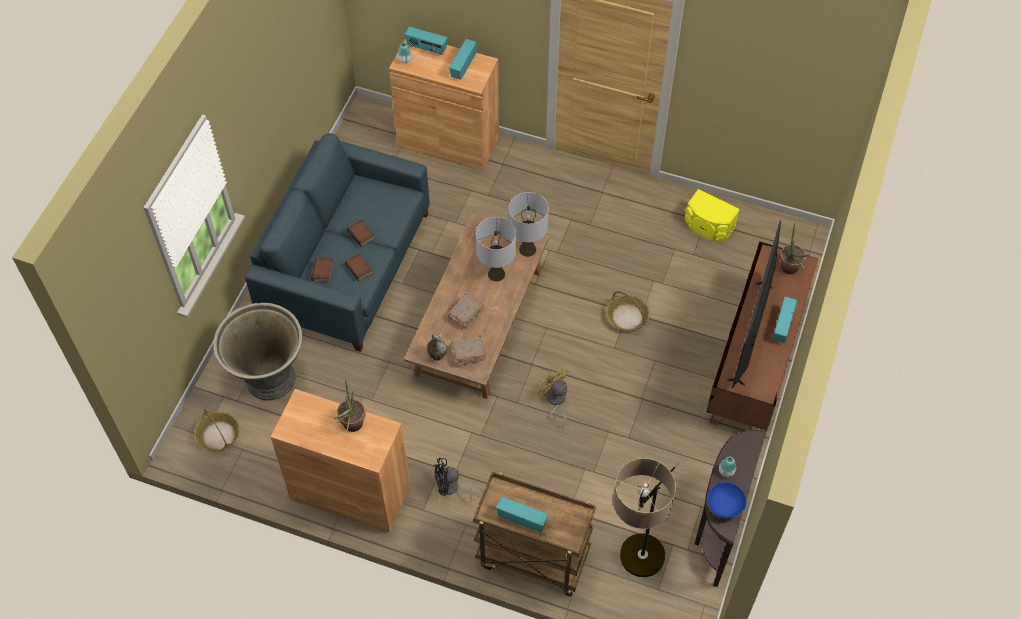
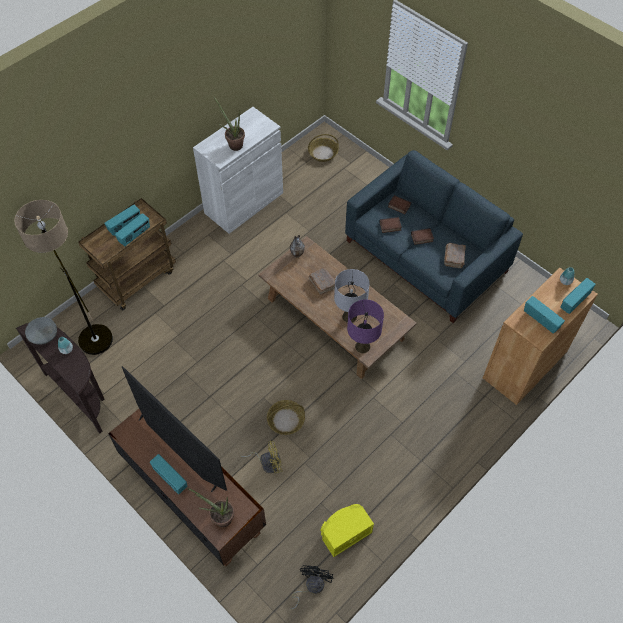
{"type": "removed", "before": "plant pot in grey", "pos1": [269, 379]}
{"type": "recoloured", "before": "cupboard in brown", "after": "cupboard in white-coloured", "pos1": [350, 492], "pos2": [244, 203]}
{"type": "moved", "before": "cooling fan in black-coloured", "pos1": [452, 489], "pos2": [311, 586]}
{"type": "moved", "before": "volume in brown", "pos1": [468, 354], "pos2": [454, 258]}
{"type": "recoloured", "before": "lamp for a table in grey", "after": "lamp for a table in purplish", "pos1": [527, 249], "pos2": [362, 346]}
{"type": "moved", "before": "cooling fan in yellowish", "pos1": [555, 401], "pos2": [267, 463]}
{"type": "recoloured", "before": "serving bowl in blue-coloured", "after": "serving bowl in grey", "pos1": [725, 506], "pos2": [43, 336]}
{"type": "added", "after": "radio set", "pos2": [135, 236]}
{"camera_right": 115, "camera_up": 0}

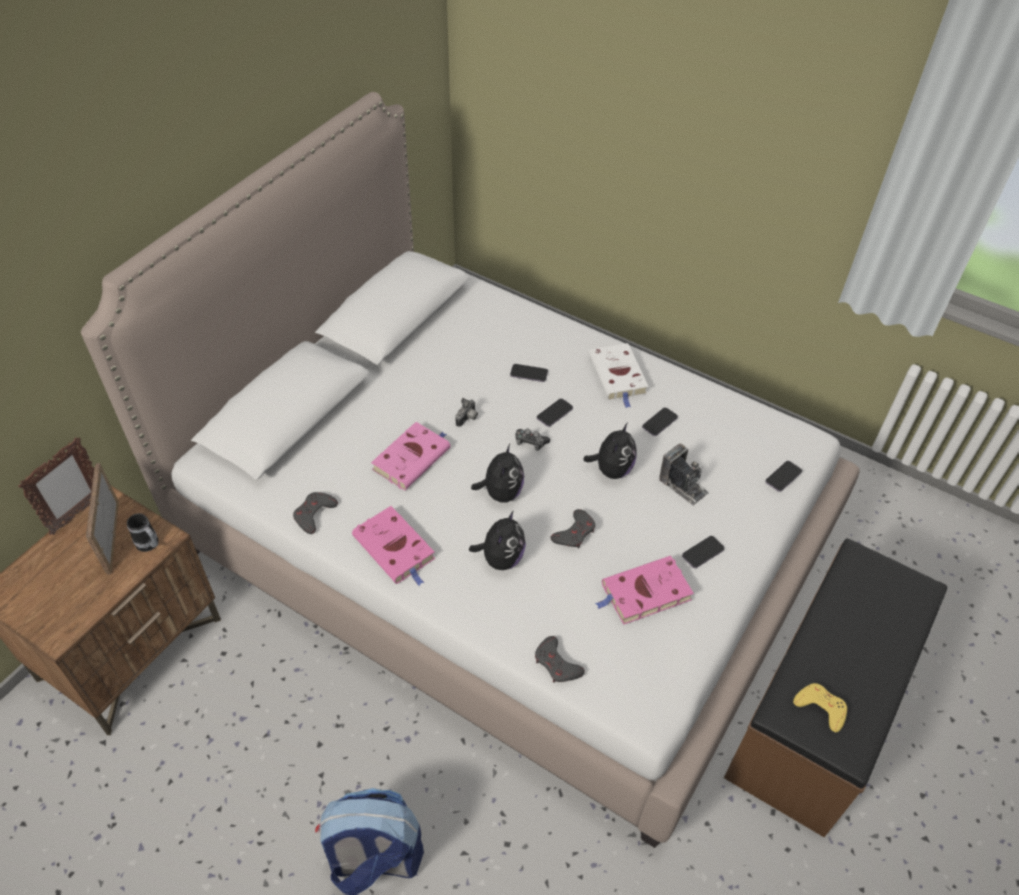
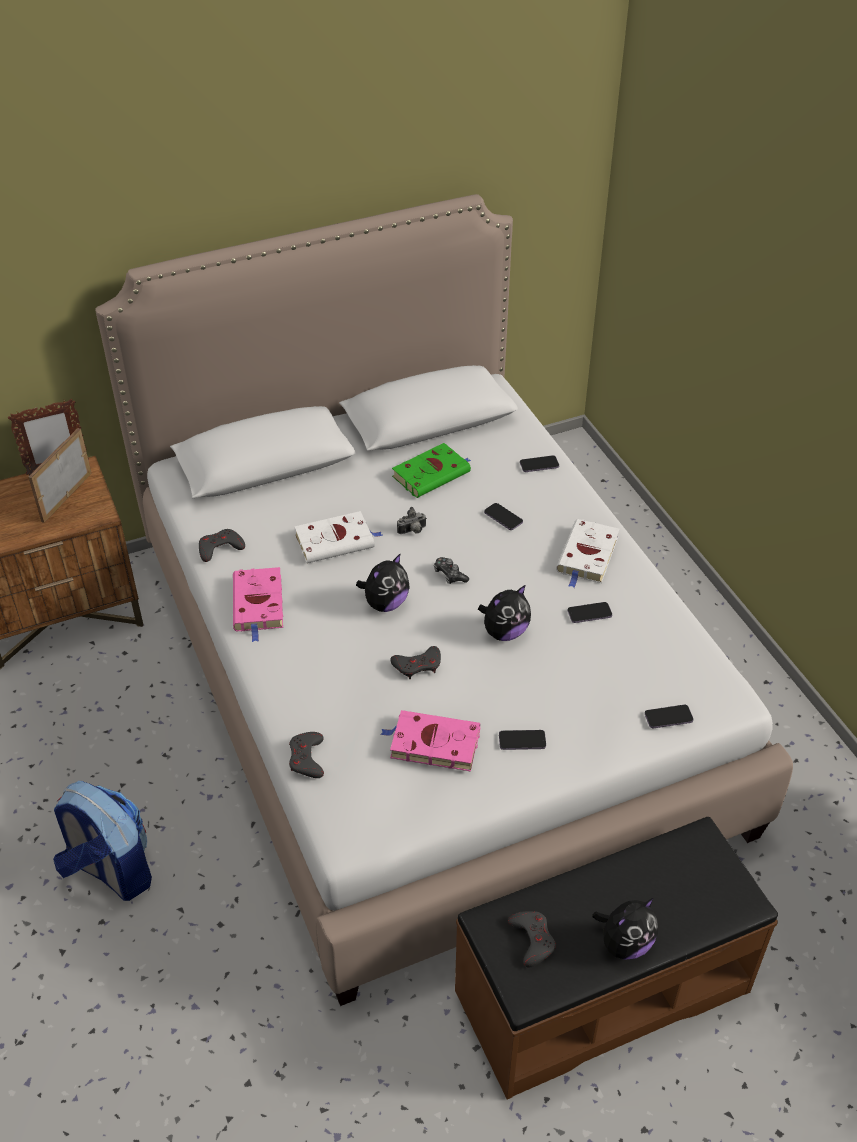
{"type": "removed", "before": "mug", "pos1": [150, 545]}
{"type": "recoloured", "before": "volume in pinkish", "after": "volume in white-coloured", "pos1": [412, 458], "pos2": [336, 541]}
{"type": "moved", "before": "cuddly toy", "pos1": [501, 558], "pos2": [624, 943]}
{"type": "moved", "before": "handset", "pos1": [554, 413], "pos2": [539, 465]}
{"type": "removed", "before": "photo camera", "pos1": [683, 485]}
{"type": "recoloured", "before": "joypad in yellowish", "after": "joypad in grey", "pos1": [820, 708], "pos2": [532, 940]}
{"type": "added", "after": "volume in green-coloured", "pos2": [432, 473]}
{"camera_right": 35, "camera_up": -5}

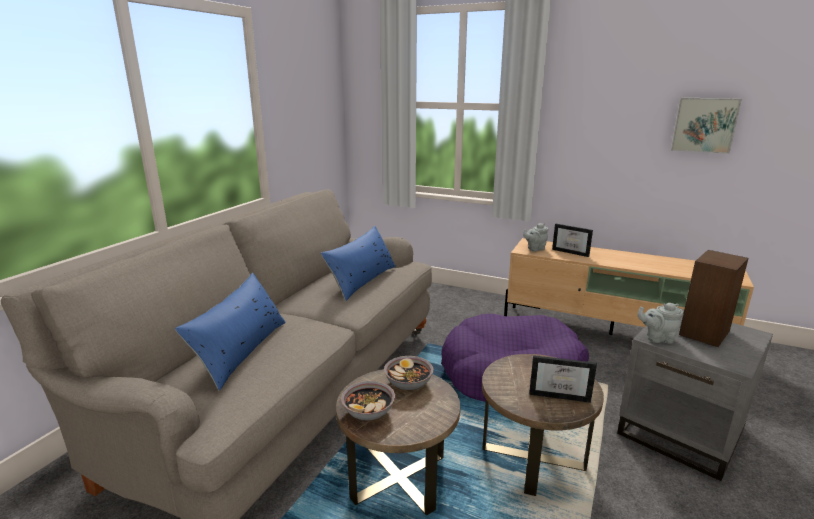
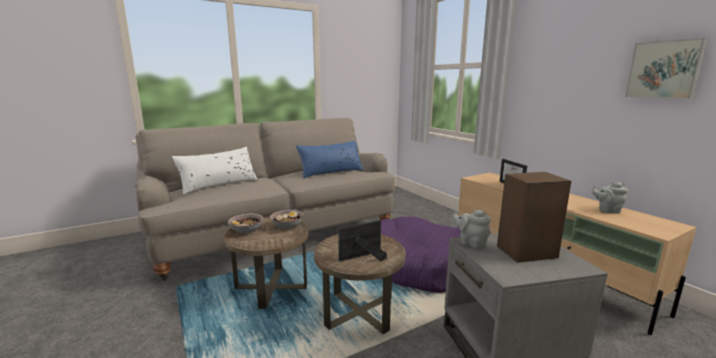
{"type": "recoloured", "before": "cushion in blue-coloured", "after": "cushion in white-coloured", "pos1": [241, 351], "pos2": [219, 184]}
{"type": "moved", "before": "tea pot in grey", "pos1": [534, 249], "pos2": [607, 210]}
{"type": "turned", "before": "picture frame", "pos1": [560, 394], "pos2": [361, 258], "turn": 105}
{"camera_right": 35, "camera_up": -5}

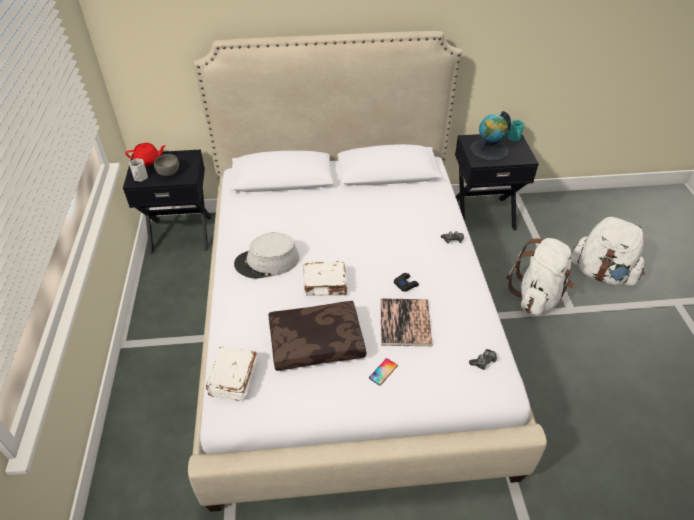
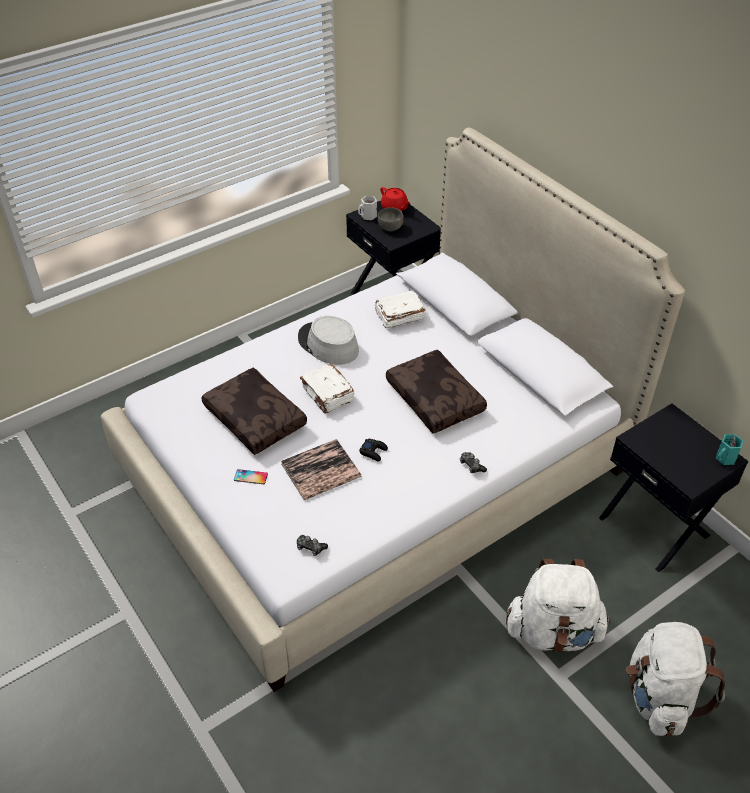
{"type": "moved", "before": "volume in white-coloured", "pos1": [233, 379], "pos2": [399, 316]}
{"type": "removed", "before": "world globe", "pos1": [489, 150]}
{"type": "added", "after": "cushion in brown", "pos2": [436, 399]}
{"camera_right": 60, "camera_up": 0}

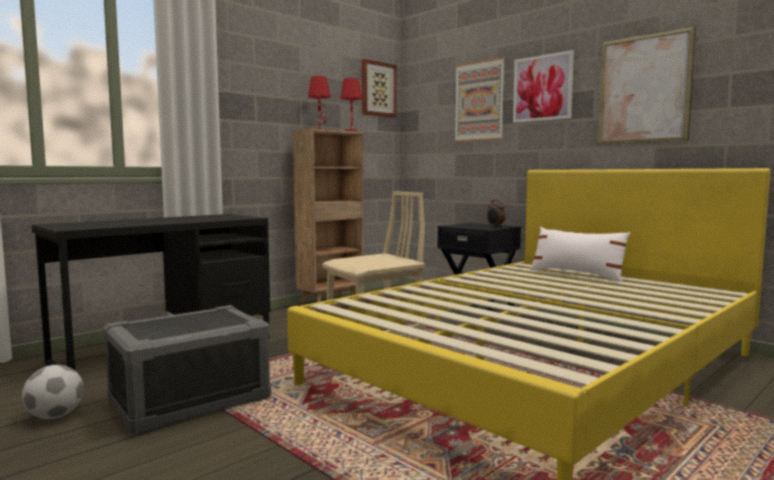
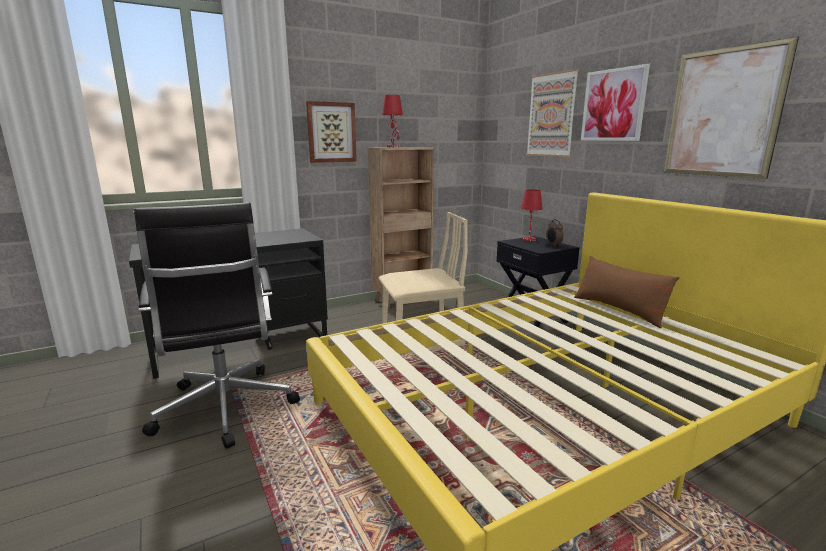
{"type": "removed", "before": "ball for football", "pos1": [55, 416]}
{"type": "replaced", "before": "storage container in grey", "after": "office chair in black-coloured", "pos1": [190, 401], "pos2": [225, 410]}
{"type": "moved", "before": "lamp for a table in red", "pos1": [351, 131], "pos2": [528, 239]}
{"type": "moved", "before": "picture", "pos1": [378, 89], "pos2": [331, 132]}
{"type": "recoloured", "before": "cushion in white-coloured", "after": "cushion in brown", "pos1": [577, 274], "pos2": [619, 310]}
{"camera_right": 15, "camera_up": 10}

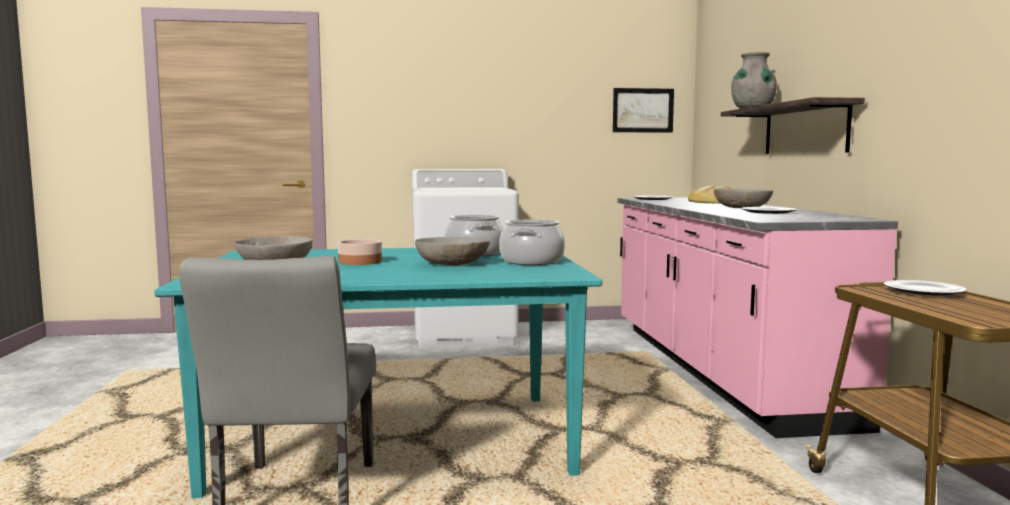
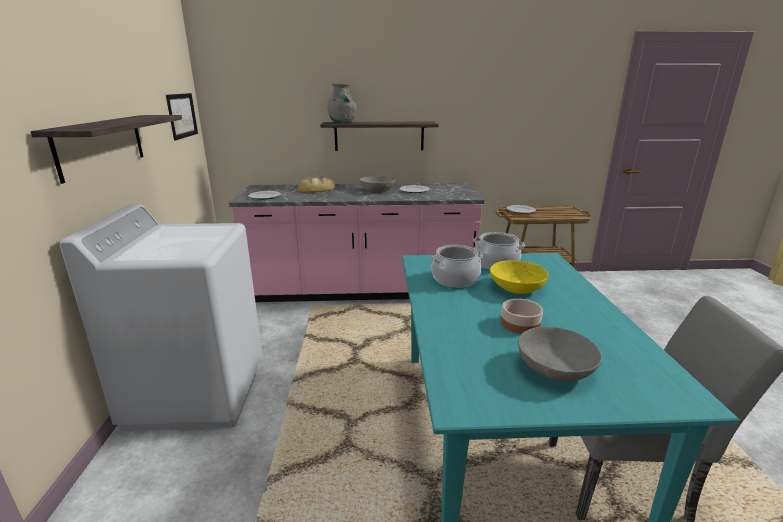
{"type": "recoloured", "before": "serving bowl in grey", "after": "serving bowl in yellowish", "pos1": [453, 263], "pos2": [516, 287]}
{"type": "added", "after": "shelf", "pos2": [101, 145]}
{"camera_right": -85, "camera_up": 15}

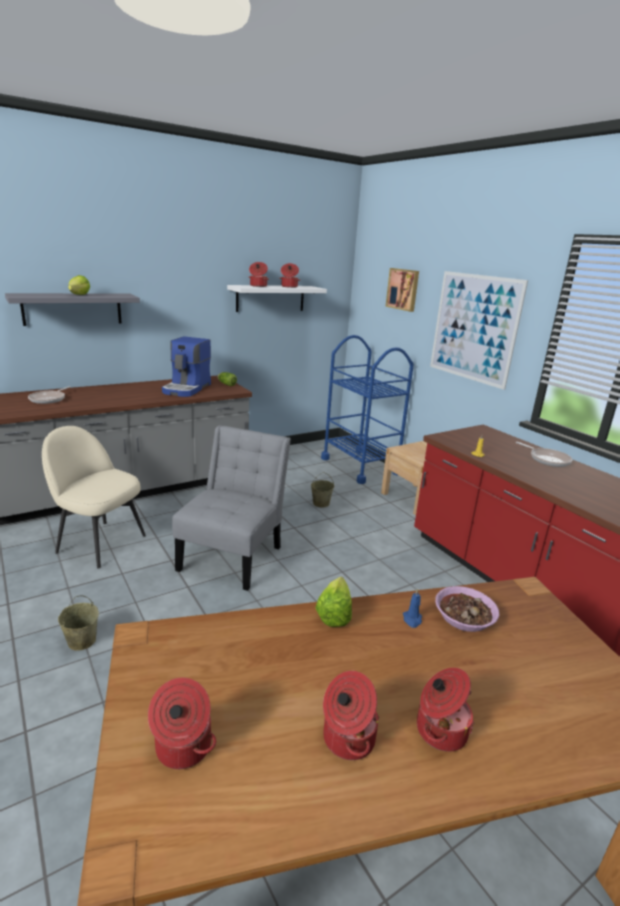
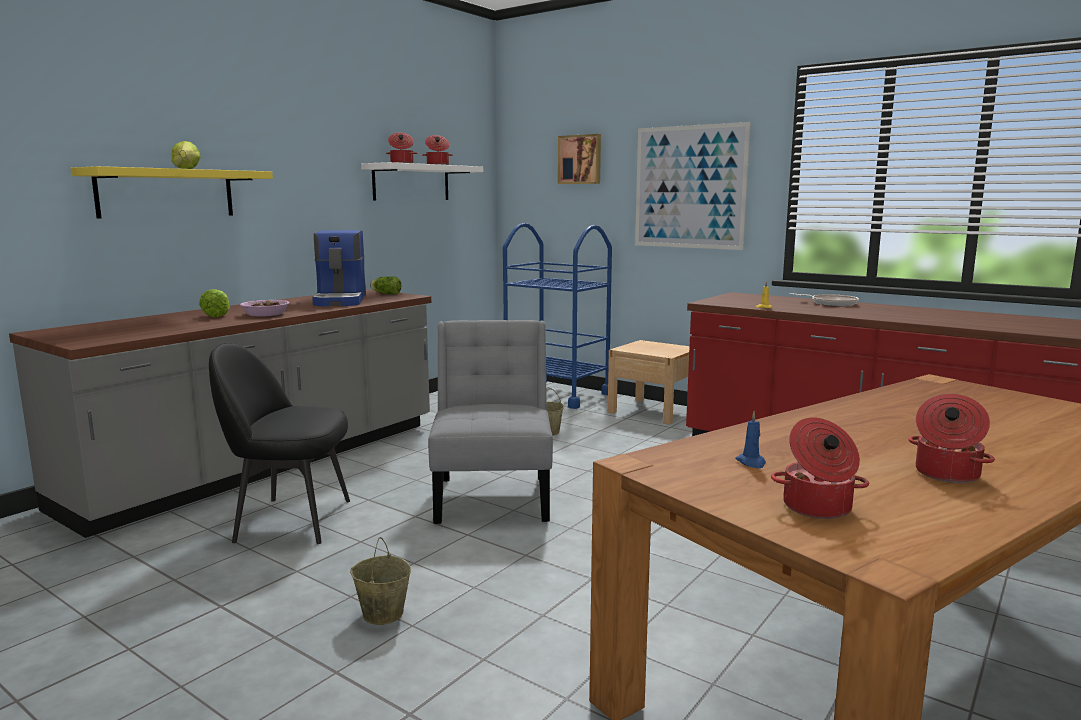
{"type": "recoloured", "before": "shelf in grey", "after": "shelf in yellowish", "pos1": [72, 309], "pos2": [166, 193]}
{"type": "removed", "before": "pan", "pos1": [49, 399]}
{"type": "recoloured", "before": "plain chair in sand-coloured", "after": "plain chair in black-coloured", "pos1": [100, 543], "pos2": [290, 520]}
{"type": "moved", "before": "head of lettuce", "pos1": [336, 611], "pos2": [219, 314]}
{"type": "moved", "before": "candle in blue-coloured", "pos1": [412, 620], "pos2": [751, 462]}
{"type": "removed", "before": "cooking pot", "pos1": [439, 729]}
{"type": "moved", "before": "serving bowl", "pos1": [464, 617], "pos2": [266, 314]}
{"camera_right": -20, "camera_up": -10}

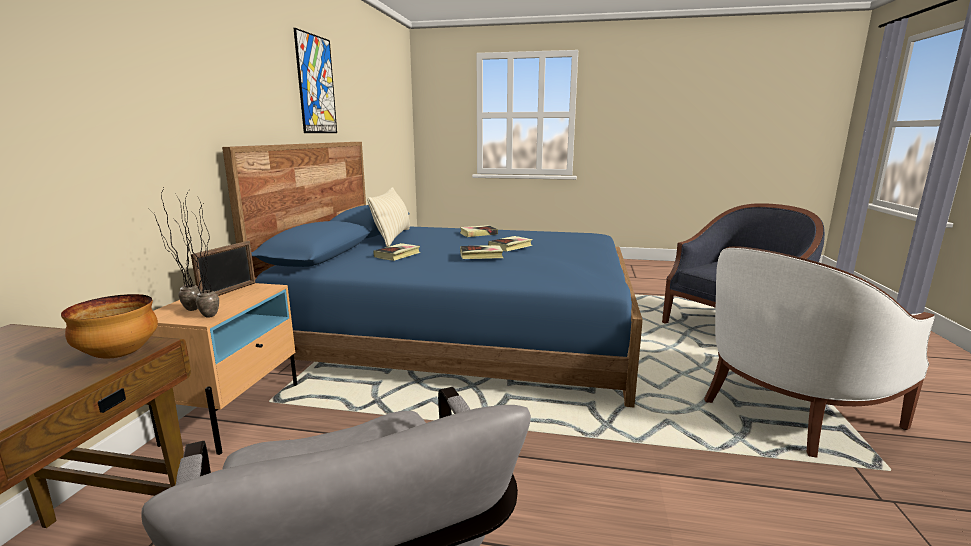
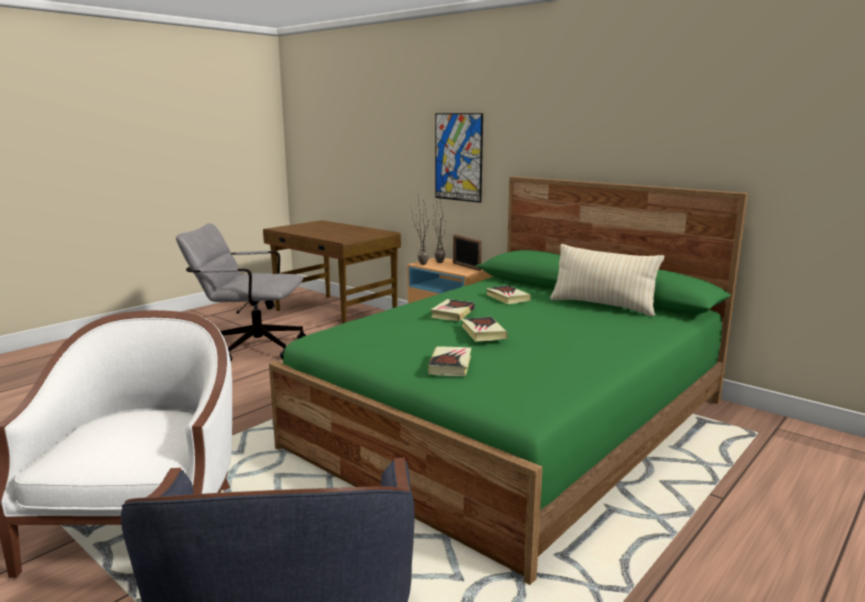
{"type": "removed", "before": "serving bowl", "pos1": [119, 355]}
{"type": "recoloured", "before": "bedroom bed in blue-coloured", "after": "bedroom bed in green-coloured", "pos1": [462, 332], "pos2": [516, 423]}
{"type": "moved", "before": "picture", "pos1": [316, 85], "pos2": [458, 157]}
{"type": "moved", "before": "volume", "pos1": [478, 234], "pos2": [450, 365]}
{"camera_right": 120, "camera_up": 0}

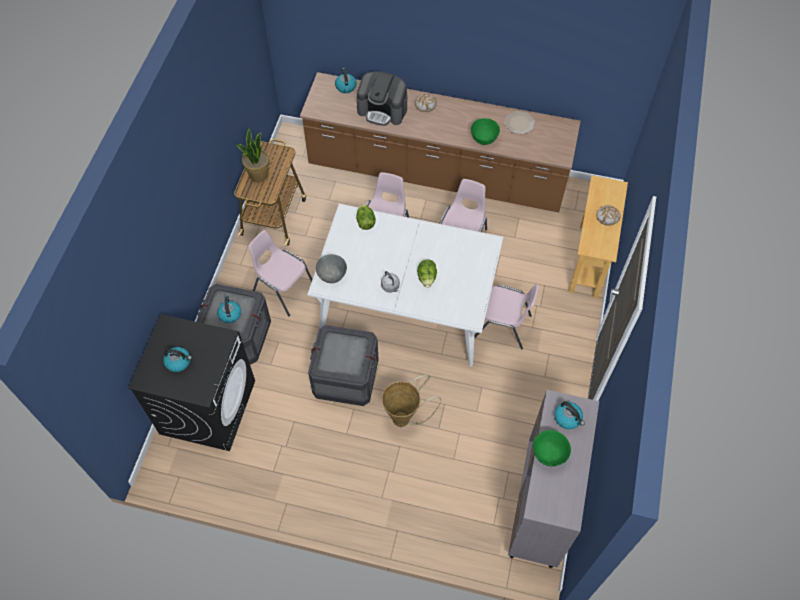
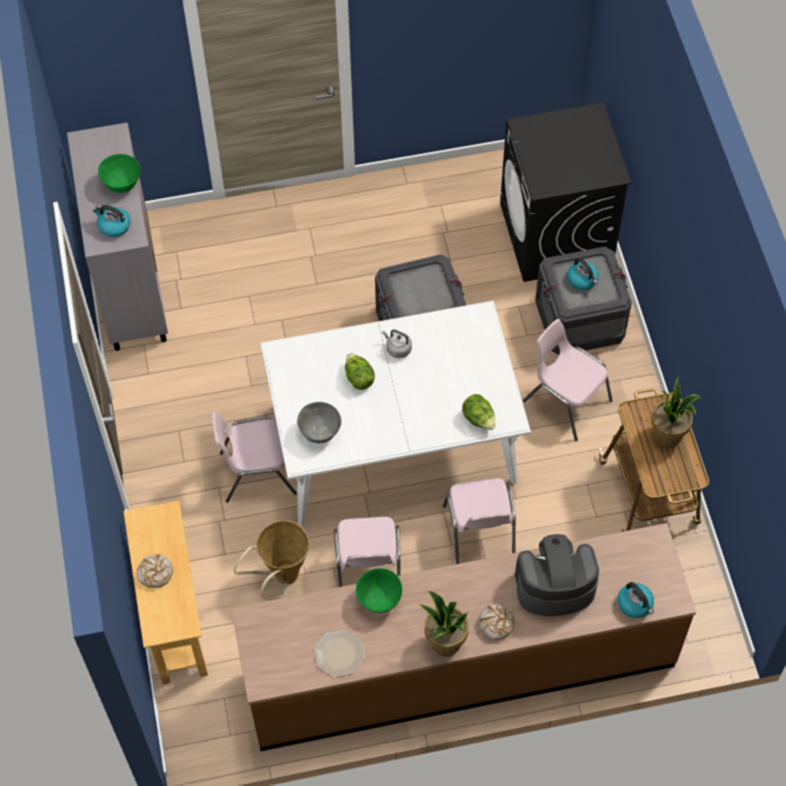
{"type": "removed", "before": "kettle", "pos1": [179, 362]}
{"type": "turned", "before": "plain chair in pinkish", "pos1": [283, 288], "pos2": [566, 400], "turn": -150}
{"type": "moved", "before": "serving bowl in grey", "pos1": [332, 276], "pos2": [319, 432]}
{"type": "moved", "before": "basket", "pos1": [405, 418], "pos2": [282, 578]}
{"type": "added", "after": "houseplant", "pos2": [445, 643]}
{"camera_right": 155, "camera_up": 0}

